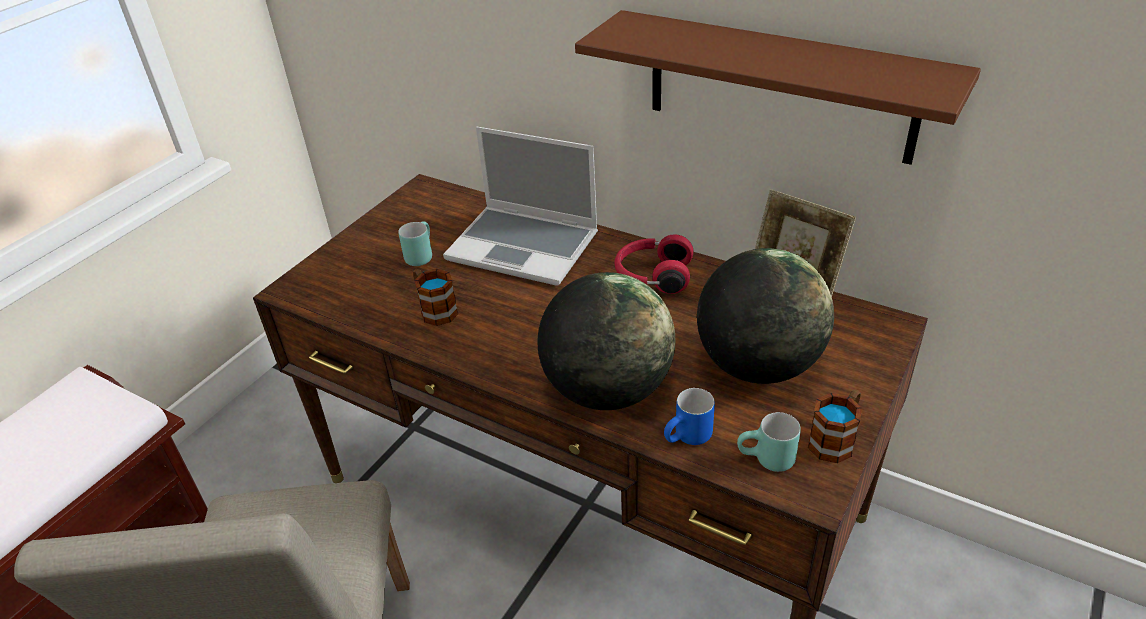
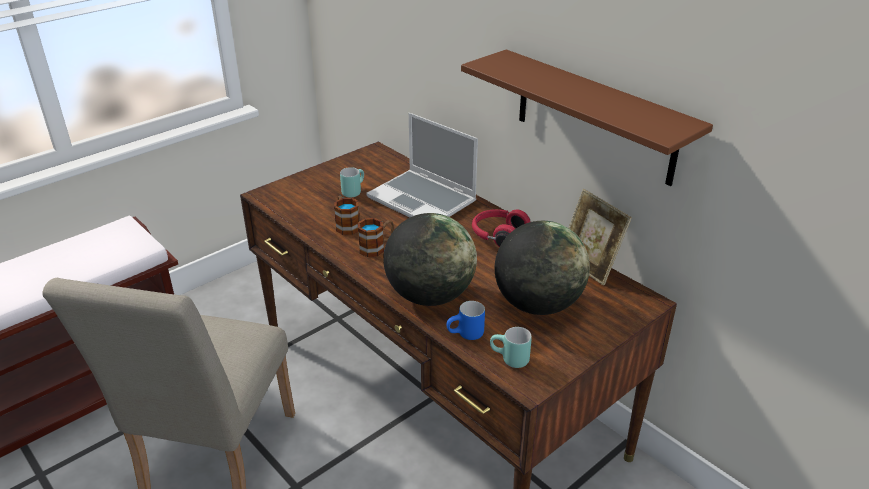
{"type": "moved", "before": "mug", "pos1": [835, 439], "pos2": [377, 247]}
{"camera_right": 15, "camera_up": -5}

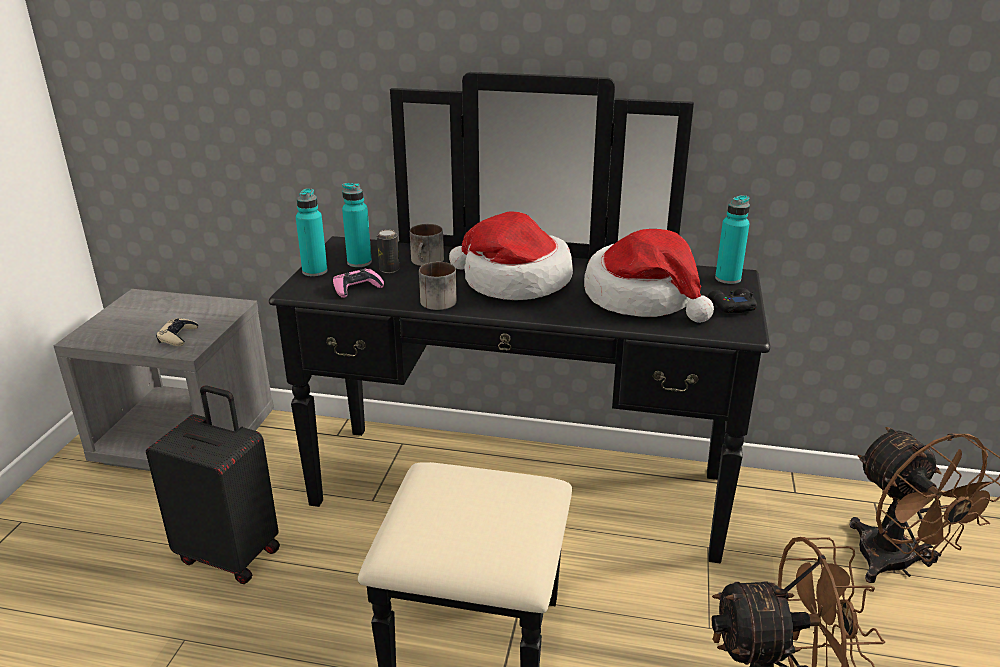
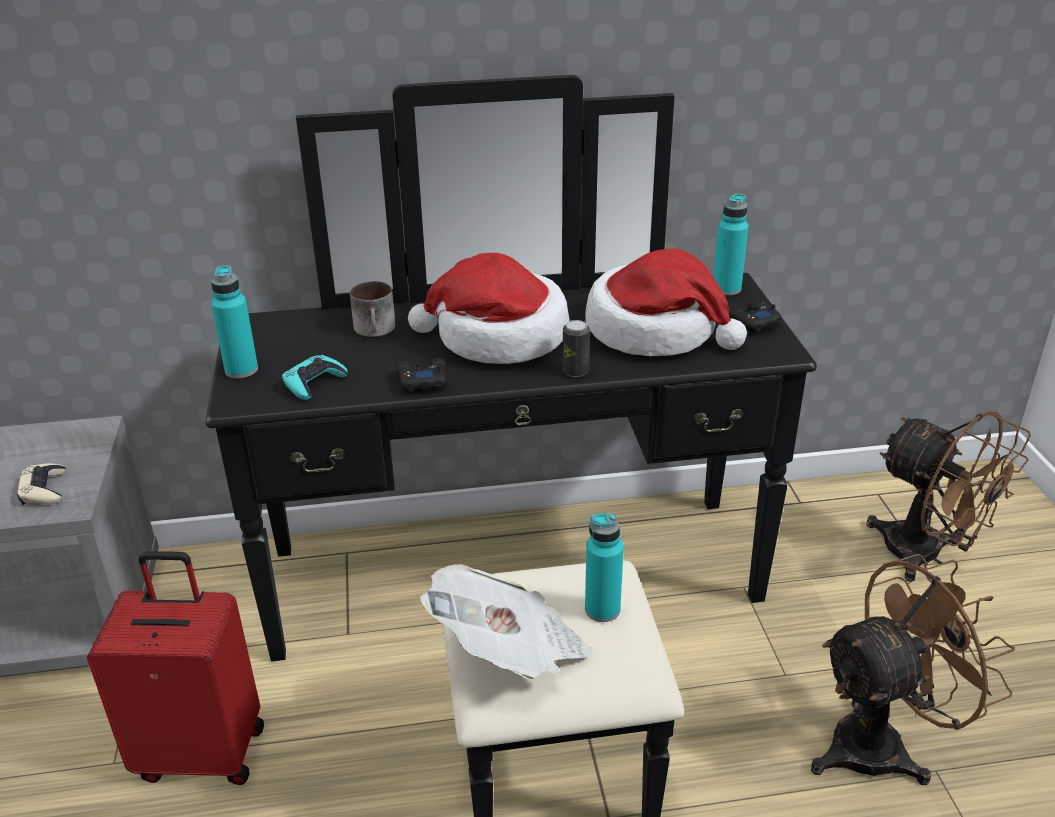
{"type": "recoloured", "before": "piece of luggage in black-coloured", "after": "piece of luggage in red", "pos1": [231, 553], "pos2": [203, 751]}
{"type": "recoloured", "before": "joypad in pinkish", "after": "joypad in blue-green", "pos1": [357, 288], "pos2": [314, 383]}
{"type": "moved", "before": "bottle in blue-green", "pos1": [359, 262], "pos2": [602, 609]}
{"type": "moved", "before": "sealed can", "pos1": [389, 269], "pos2": [575, 371]}
{"type": "replaced", "before": "mug", "after": "joypad in black-coloured", "pos1": [434, 300], "pos2": [422, 380]}
{"type": "added", "after": "daily paper", "pos2": [509, 652]}
{"camera_right": -20, "camera_up": 5}

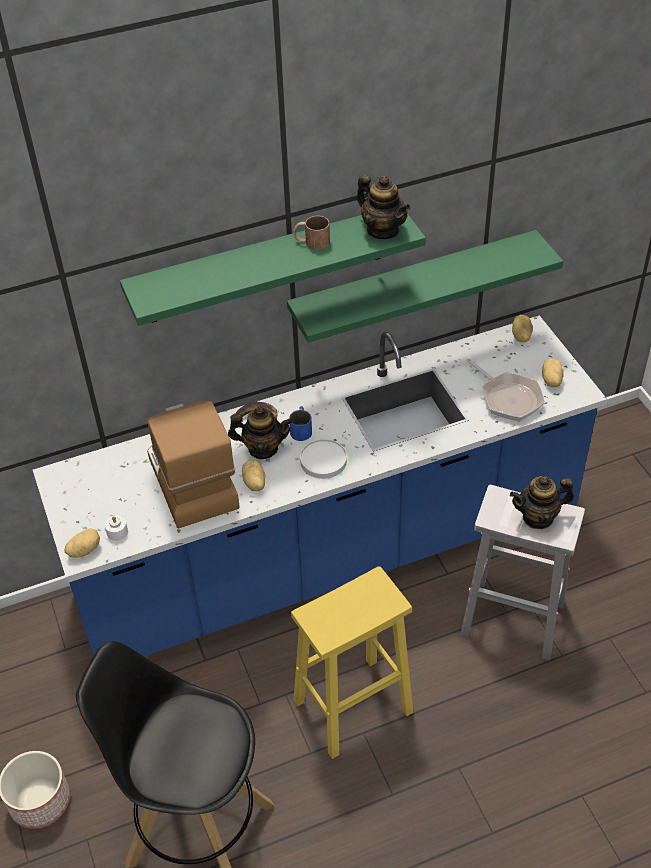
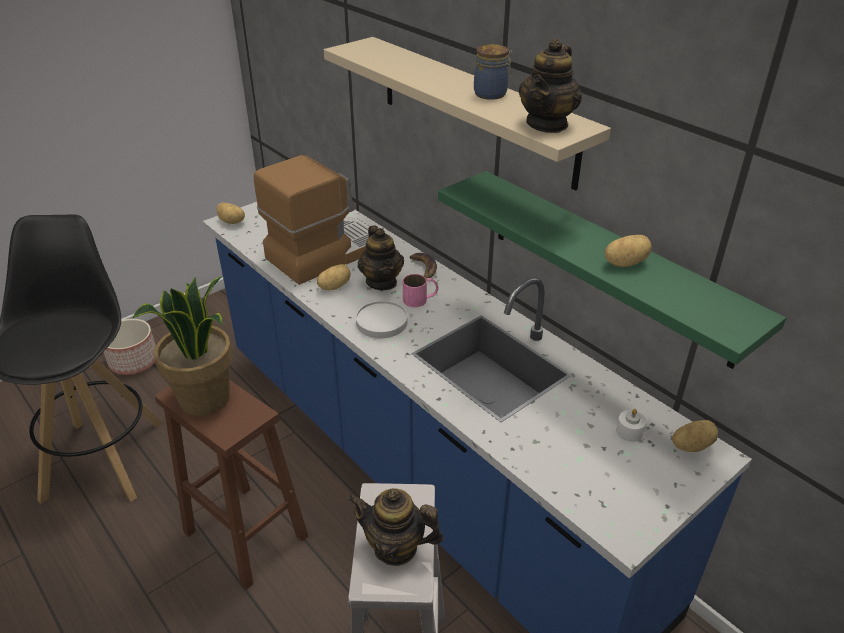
{"type": "moved", "before": "candle in white-coloured", "pos1": [117, 532], "pos2": [629, 431]}
{"type": "recoloured", "before": "shelf in green-coloured", "after": "shelf in sand-coloured", "pos1": [266, 265], "pos2": [474, 109]}
{"type": "recoloured", "before": "mug in blue-coloured", "after": "mug in pinkish", "pos1": [301, 428], "pos2": [420, 299]}
{"type": "recoloured", "before": "stool seat in yellowish", "after": "stool seat in brown", "pos1": [354, 705], "pos2": [247, 535]}
{"type": "replaced", "before": "mug in brown", "after": "storage jar", "pos1": [311, 242], "pos2": [491, 94]}
{"type": "removed", "before": "pan", "pos1": [508, 398]}
{"type": "turned", "before": "tea pot", "pos1": [538, 517], "pos2": [396, 547], "turn": -45}
{"type": "moved", "before": "spud", "pos1": [550, 380], "pos2": [624, 263]}
{"type": "added", "after": "houseplant", "pos2": [205, 399]}
{"camera_right": 70, "camera_up": -10}

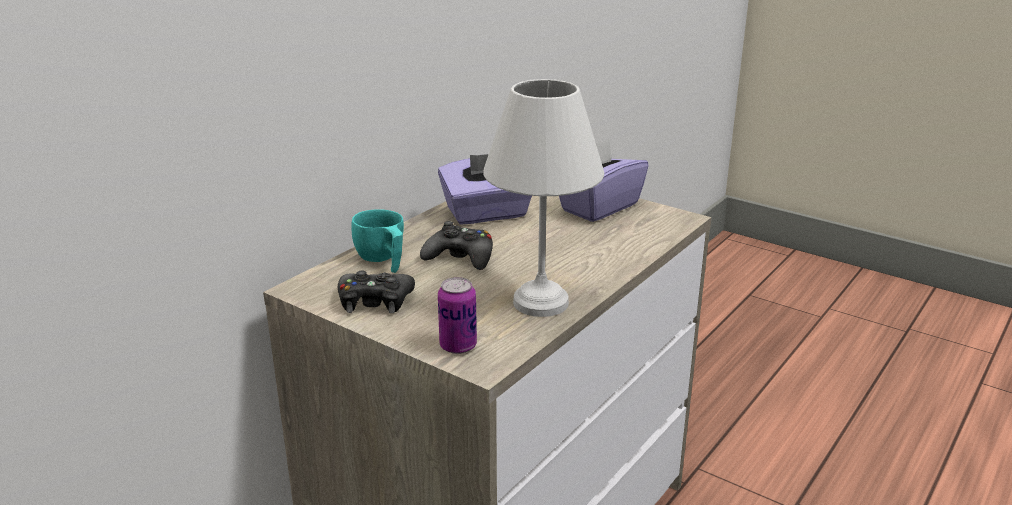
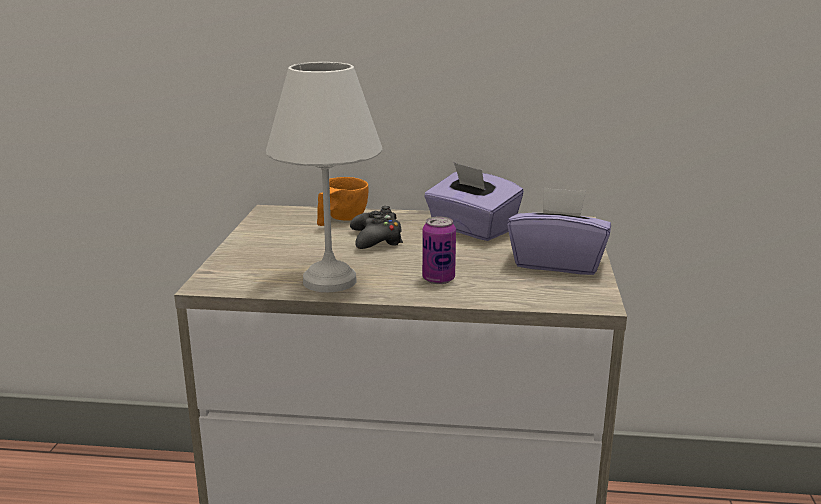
{"type": "removed", "before": "joypad in black-coloured", "pos1": [375, 301]}
{"type": "recoloured", "before": "small cup in blue-green", "after": "small cup in orangey", "pos1": [382, 261], "pos2": [339, 220]}
{"type": "moved", "before": "sealed can", "pos1": [458, 346], "pos2": [438, 279]}
{"camera_right": 60, "camera_up": -5}

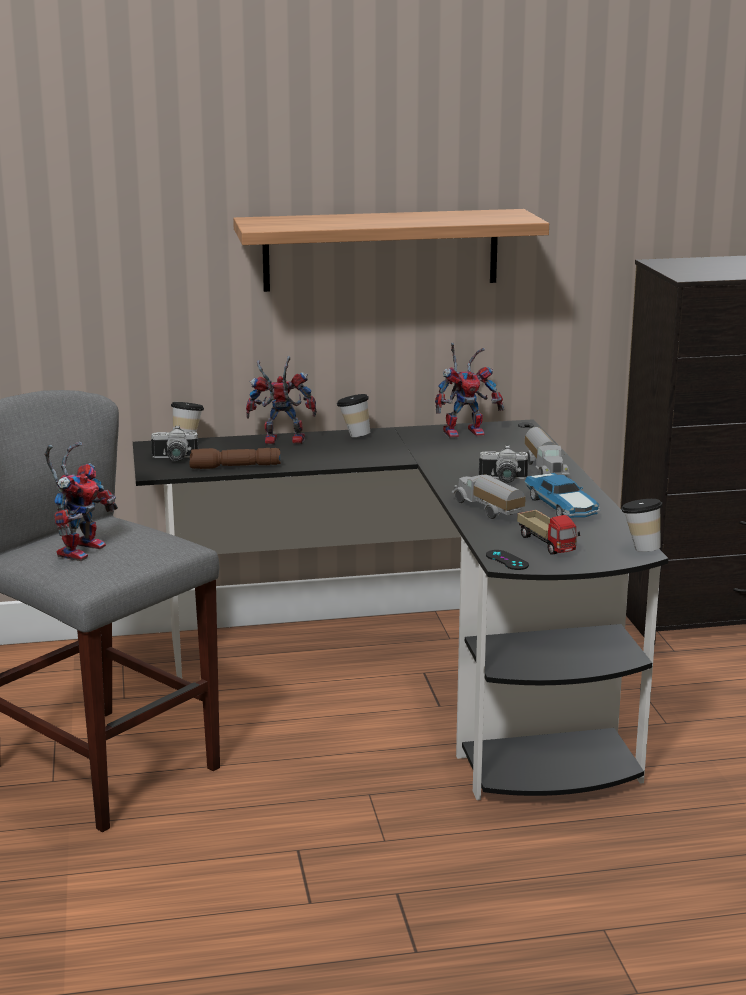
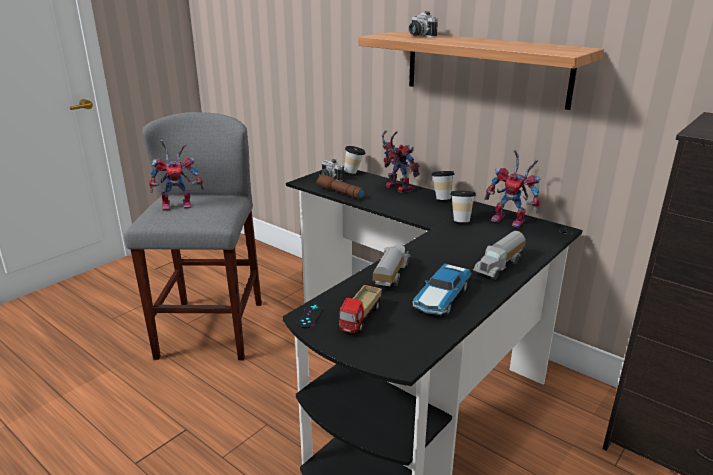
{"type": "moved", "before": "photo camera", "pos1": [503, 480], "pos2": [418, 36]}
{"type": "moved", "before": "small cup", "pos1": [640, 548], "pos2": [460, 220]}
{"camera_right": 50, "camera_up": 5}

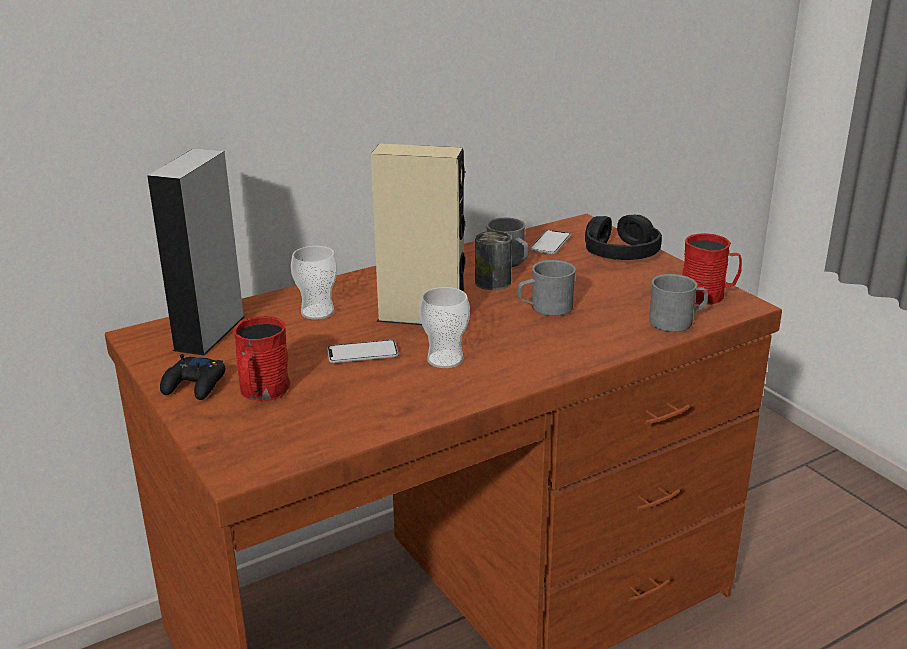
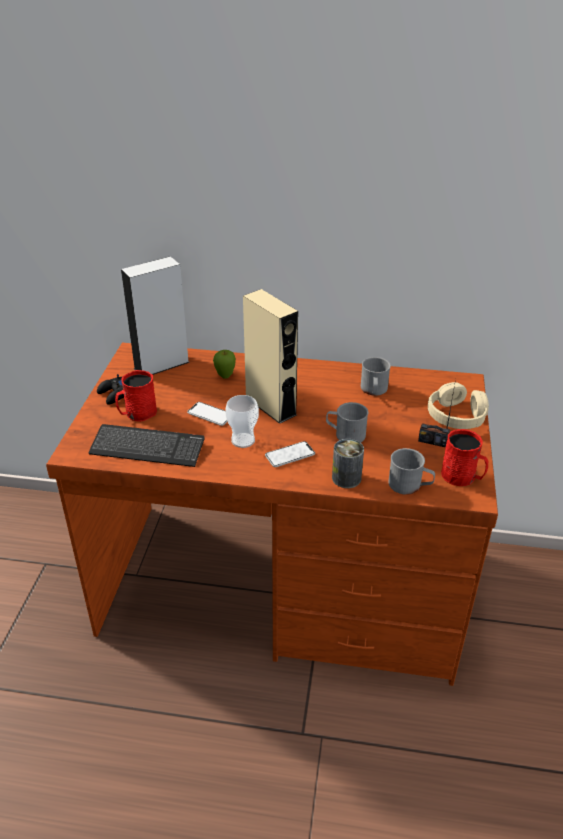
{"type": "replaced", "before": "small cup", "after": "whole apple", "pos1": [317, 312], "pos2": [225, 376]}
{"type": "moved", "before": "sealed can", "pos1": [493, 282], "pos2": [346, 478]}
{"type": "moved", "before": "handset", "pos1": [550, 243], "pos2": [290, 455]}
{"type": "recoloured", "before": "headset in black-coloured", "after": "headset in sand-coloured", "pos1": [621, 252], "pos2": [456, 415]}
{"type": "added", "after": "computer keyboard", "pos2": [147, 448]}
{"type": "added", "after": "radio set", "pos2": [433, 441]}
{"camera_right": 40, "camera_up": 10}

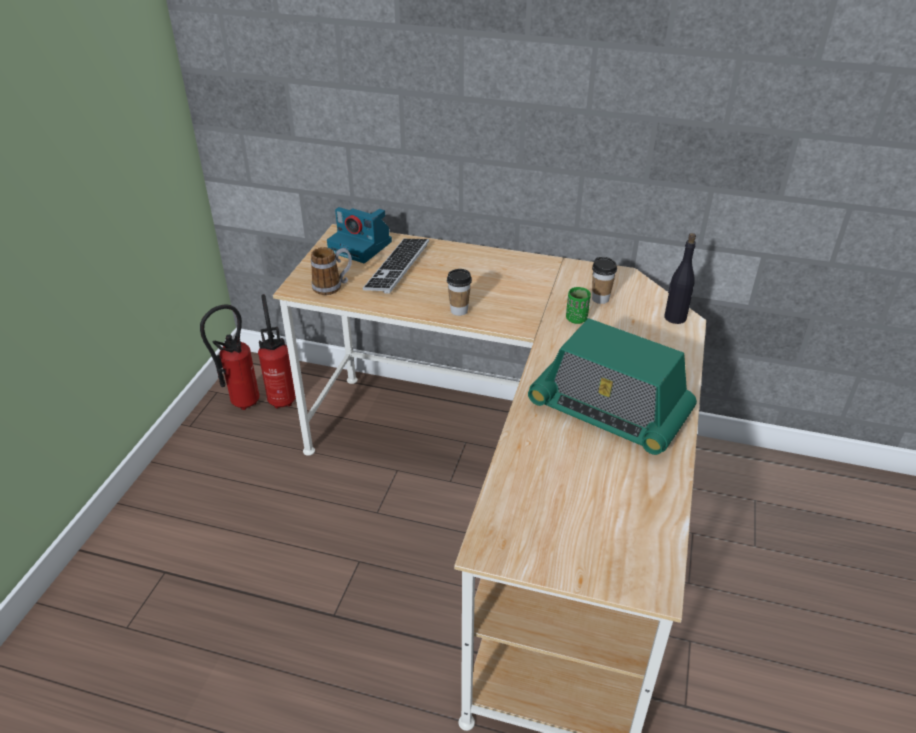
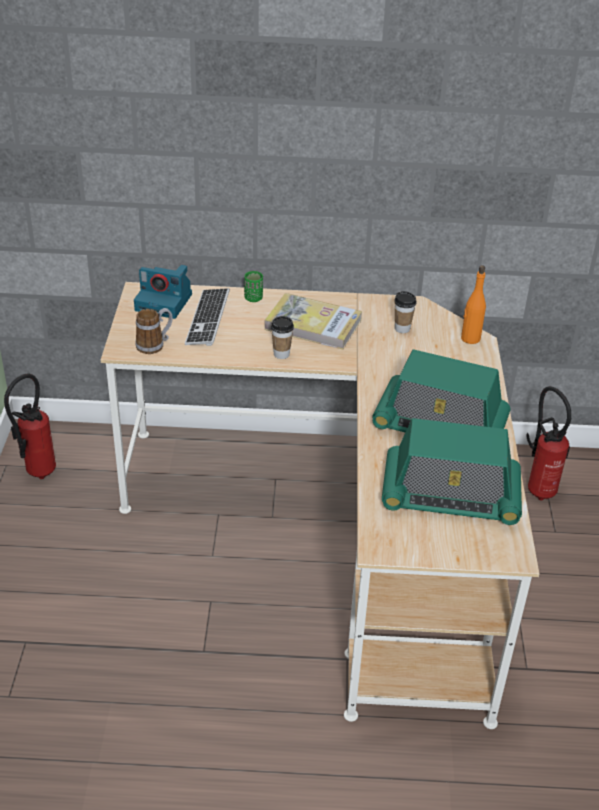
{"type": "moved", "before": "fire-fighting cylinder", "pos1": [283, 398], "pos2": [539, 489]}
{"type": "moved", "before": "small cup in green-coloured", "pos1": [576, 319], "pos2": [253, 298]}
{"type": "recoloured", "before": "bottle in black-coloured", "after": "bottle in orangey", "pos1": [674, 317], "pos2": [470, 338]}
{"type": "added", "after": "volume", "pos2": [313, 325]}
{"type": "added", "after": "radio set", "pos2": [450, 496]}
{"camera_right": -15, "camera_up": 0}

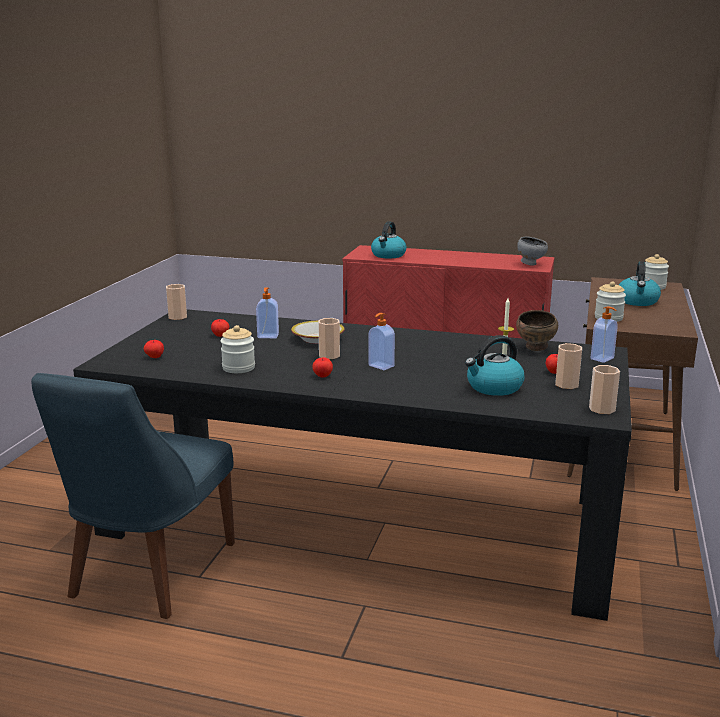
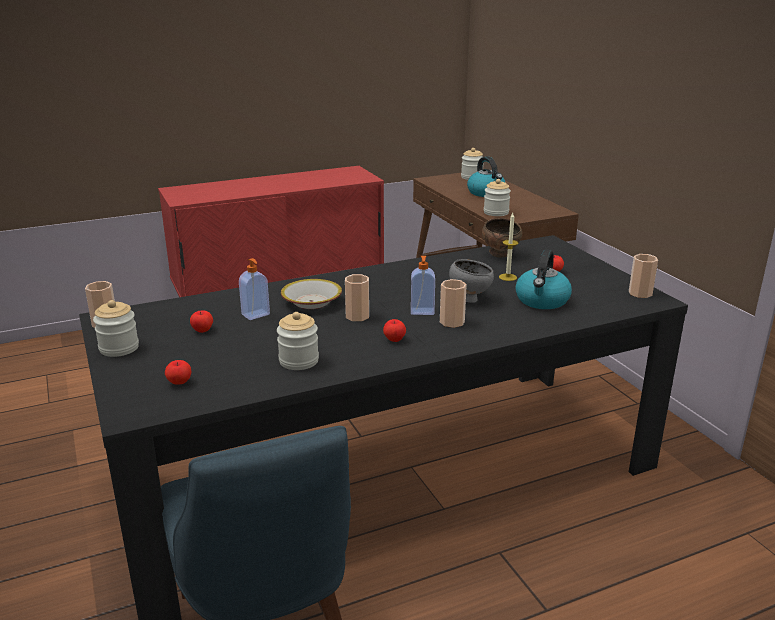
{"type": "removed", "before": "kettle", "pos1": [388, 255]}
{"type": "moved", "before": "serving bowl in grey", "pos1": [531, 264], "pos2": [469, 299]}
{"type": "moved", "before": "small cup", "pos1": [566, 384], "pos2": [452, 322]}
{"type": "removed", "before": "liquid soap bottle", "pos1": [603, 359]}
{"type": "added", "after": "storage jar", "pos2": [119, 348]}
{"camera_right": -40, "camera_up": 5}

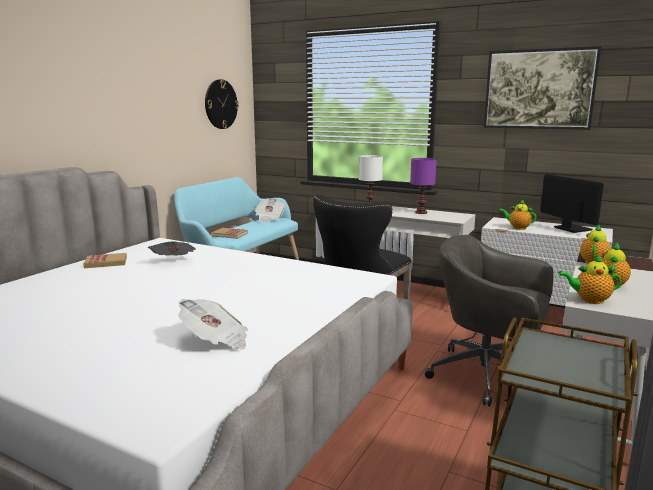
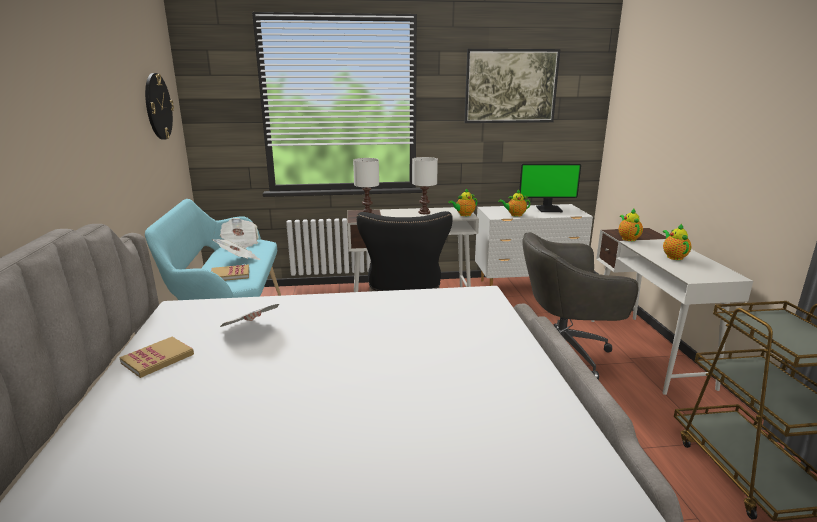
{"type": "moved", "before": "daily paper", "pos1": [216, 341], "pos2": [238, 260]}
{"type": "recoloured", "before": "lamp for a table in purplish", "after": "lamp for a table in white-coloured", "pos1": [421, 212], "pos2": [424, 212]}
{"type": "turned", "before": "computer screen", "pos1": [571, 229], "pos2": [549, 209], "turn": 150}
{"type": "moved", "before": "tea pot", "pos1": [589, 300], "pos2": [464, 215]}
{"camera_right": -35, "camera_up": 5}

